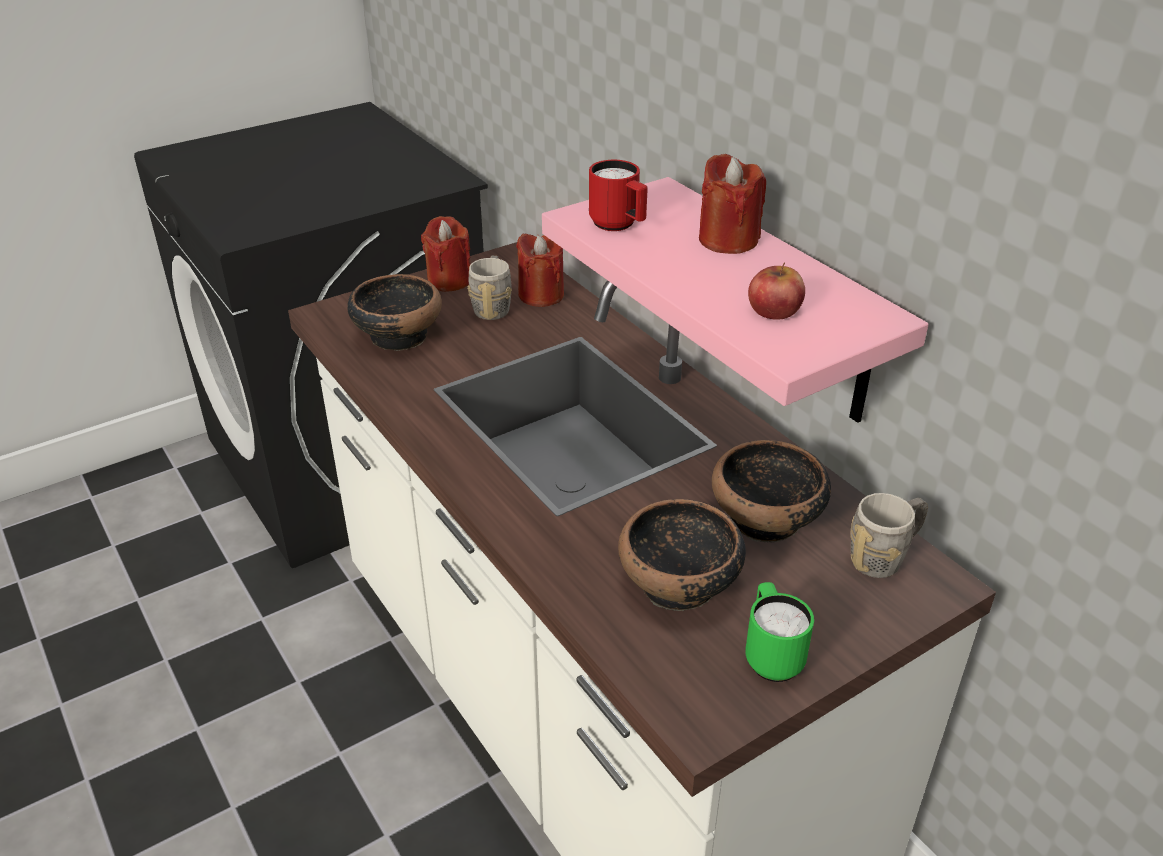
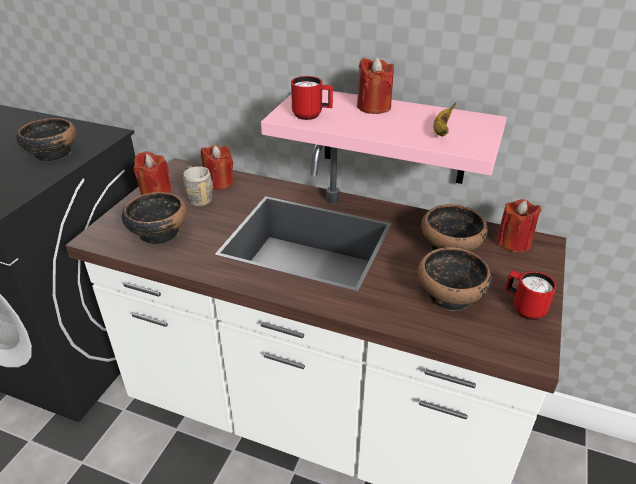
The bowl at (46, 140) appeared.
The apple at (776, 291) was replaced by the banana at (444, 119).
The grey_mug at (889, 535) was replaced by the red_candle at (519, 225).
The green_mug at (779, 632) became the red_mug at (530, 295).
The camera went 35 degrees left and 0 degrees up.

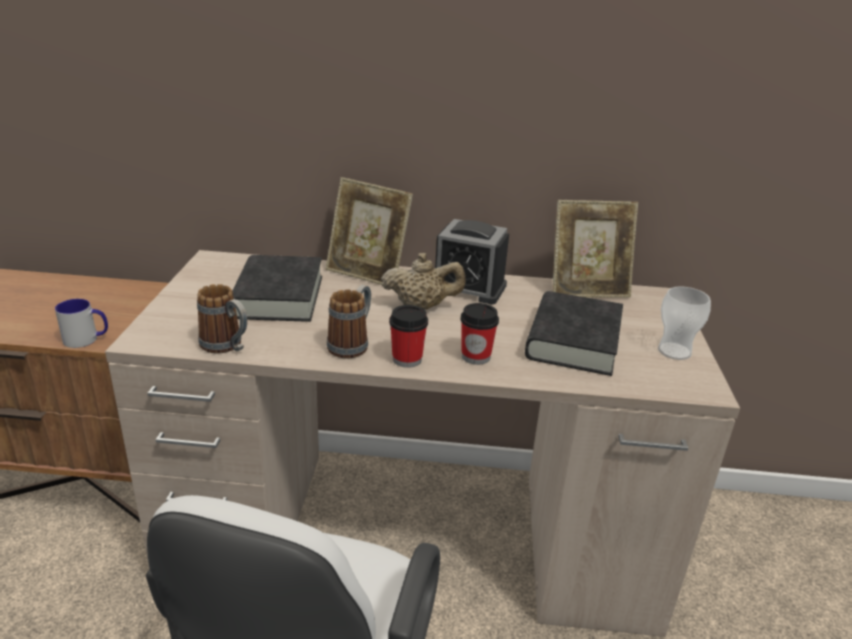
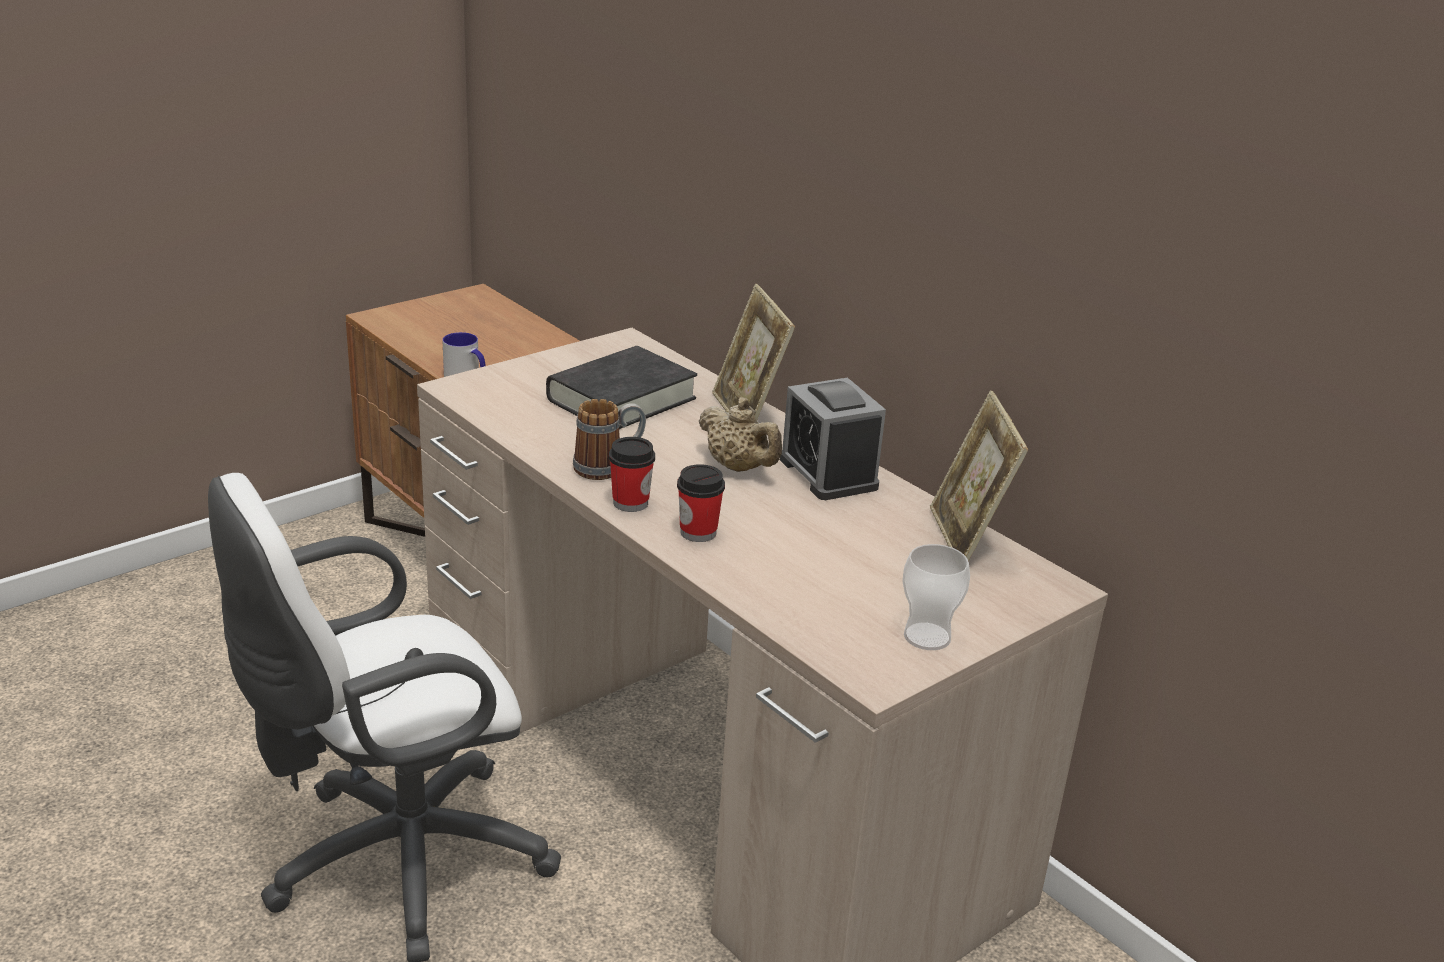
The picture_frame at (595, 249) turned 45 degrees clockwise.
The mug at (222, 318) disappeared.
The black_book at (574, 333) disappeared.
The camera went 45 degrees right and 0 degrees up.

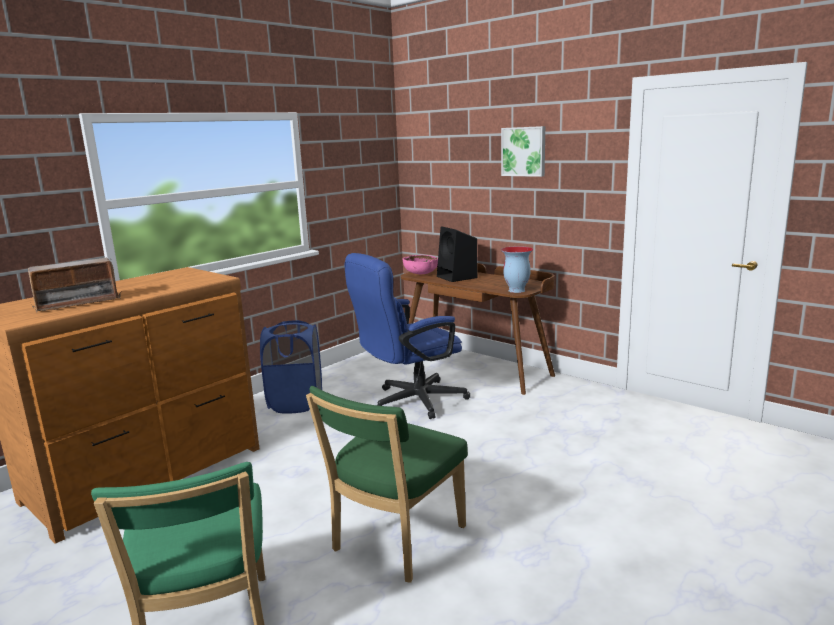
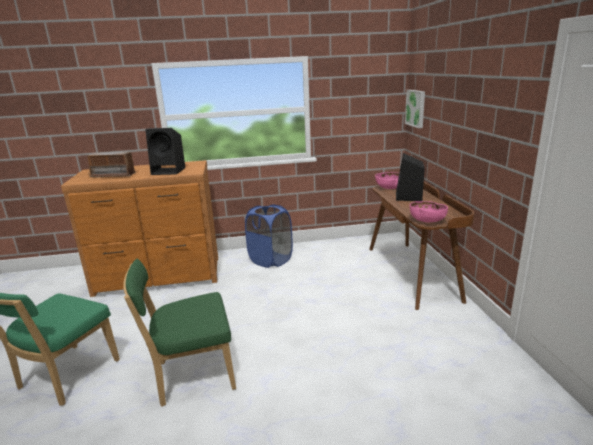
The black_speaker at (165, 151) appeared.
The picture moved from (523, 151) to (415, 109).
The vase at (517, 269) was replaced by the pink_bowl at (429, 211).
The blue_office_chair at (407, 336) disappeared.
The camera went 40 degrees right and 5 degrees up.

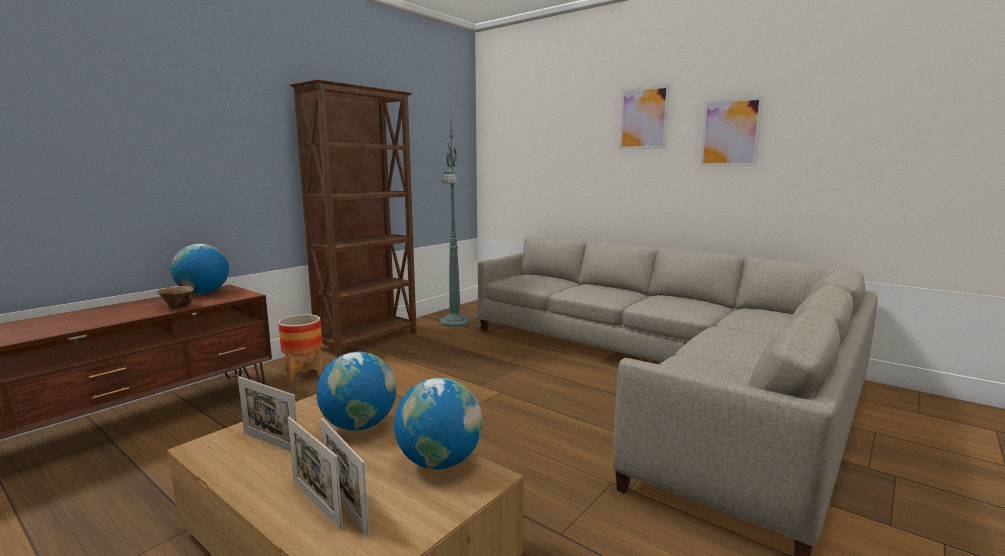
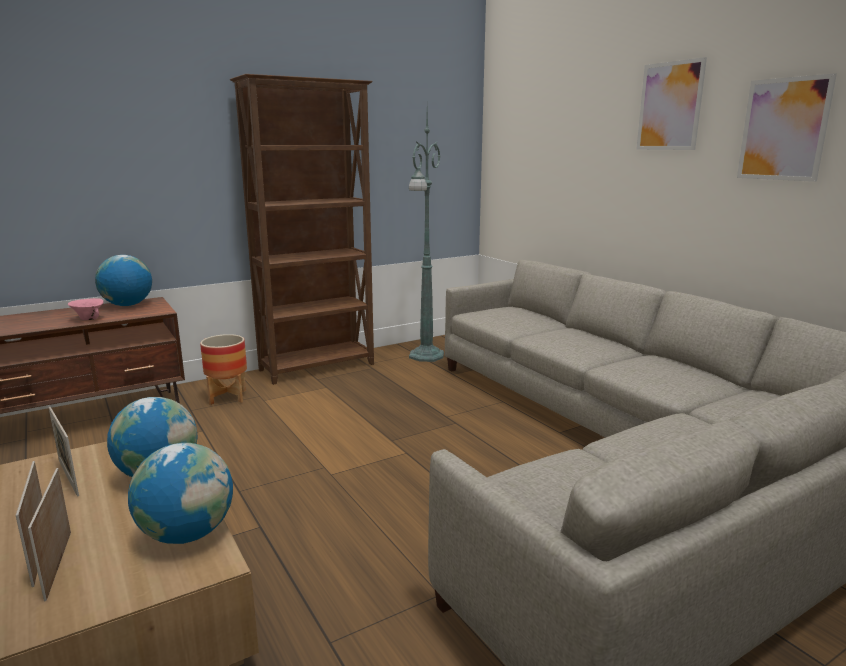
The brown_bowl at (175, 297) became the pink_bowl at (86, 309).
The camera went 20 degrees right and 5 degrees up.

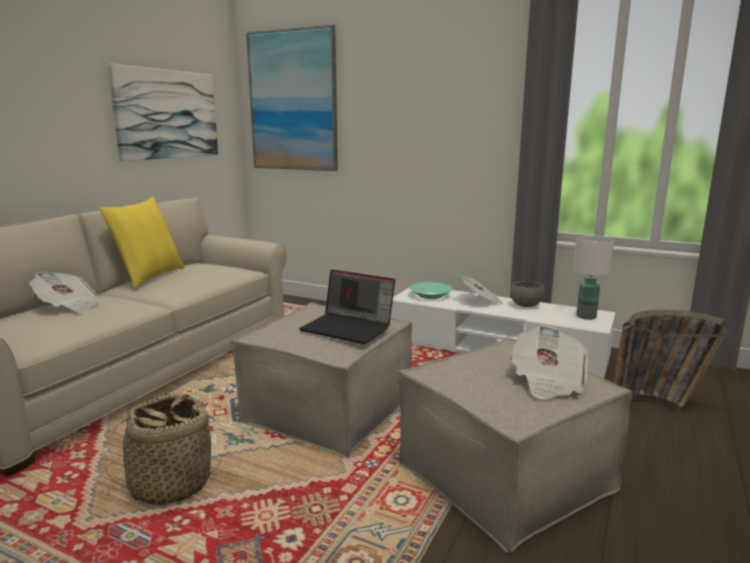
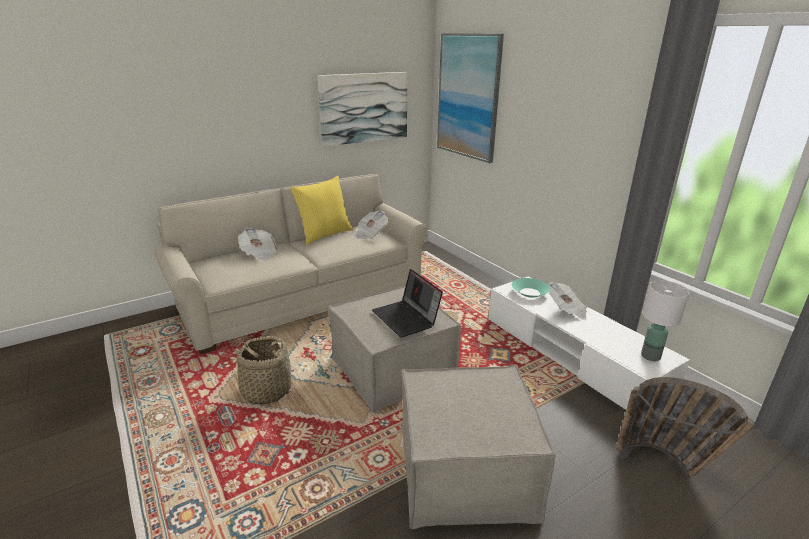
The newspaper moved from (549, 362) to (371, 225).
The grey_bowl at (527, 294) disappeared.
The camera went 30 degrees right and 10 degrees up.

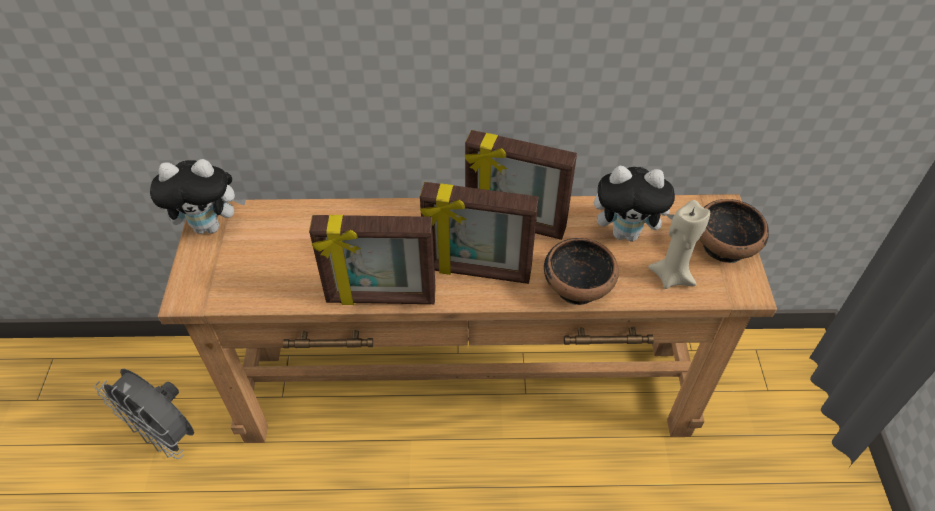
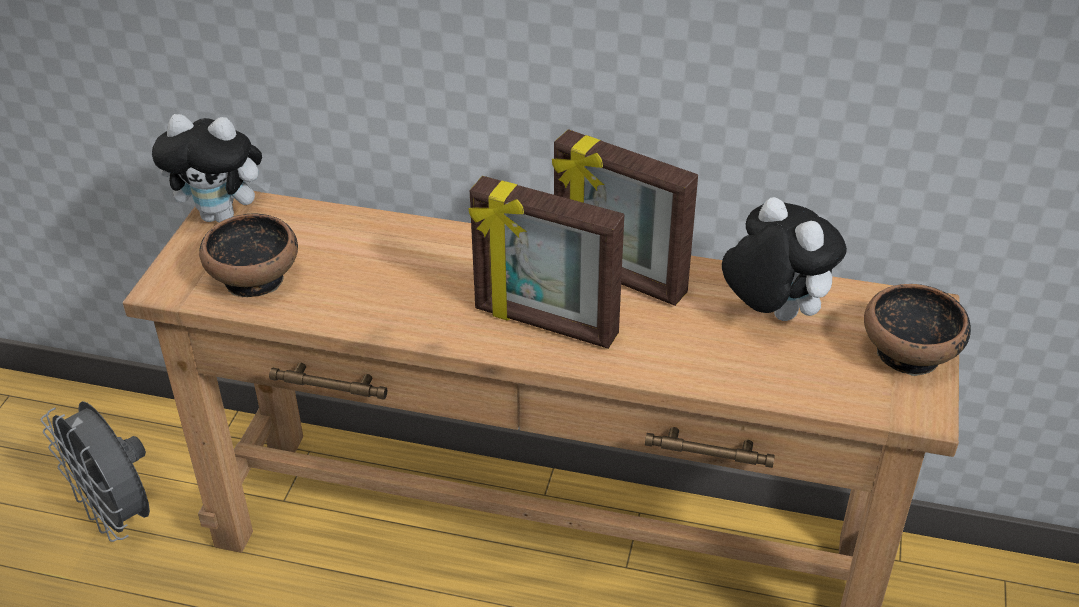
The bowl moved from (581, 271) to (248, 255).
The plush_toy at (634, 203) turned 150 degrees counterclockwise.
The picture_frame at (372, 260) disappeared.
The beige_candle at (679, 244) disappeared.
The camera went 15 degrees right and 10 degrees down.

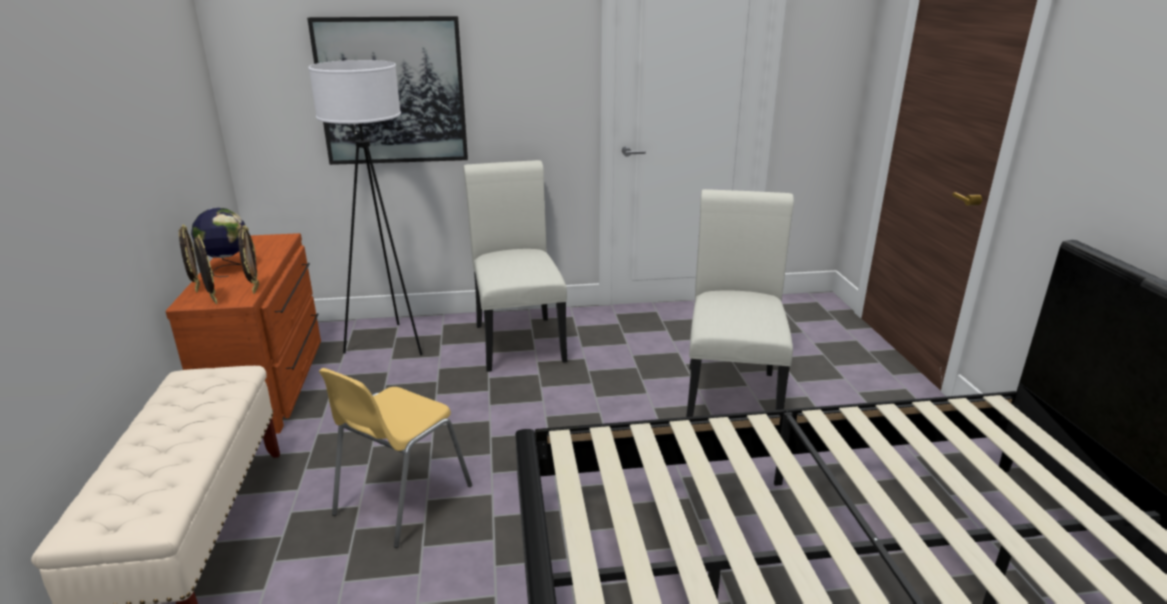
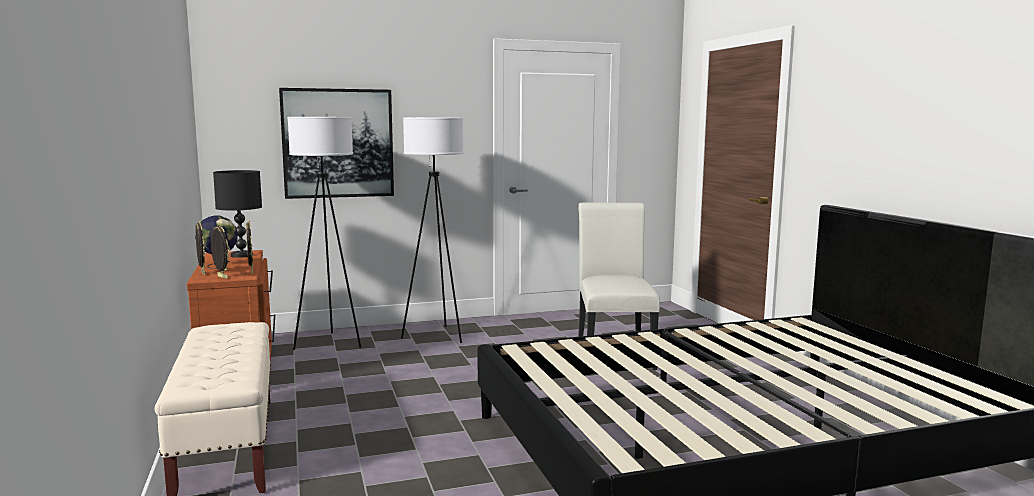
The black_table_lamp at (237, 214) appeared.
The white_chair at (515, 266) was replaced by the white_floor_lamp at (432, 230).
The yellow_chair at (395, 458) disappeared.
The camera went 10 degrees left and 15 degrees down.

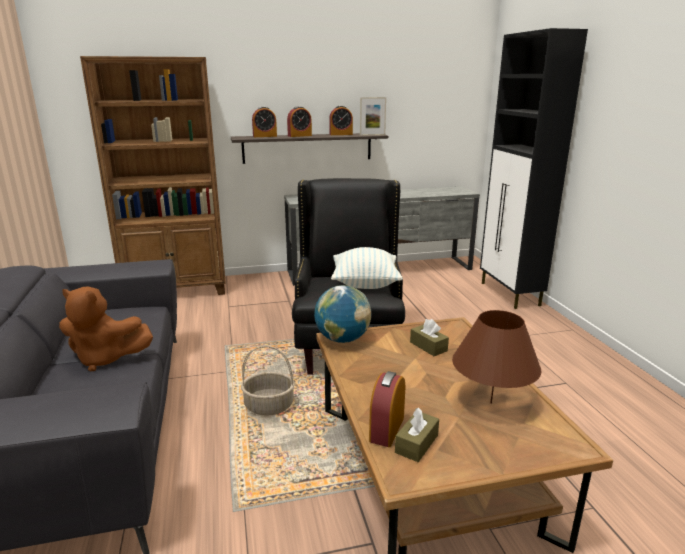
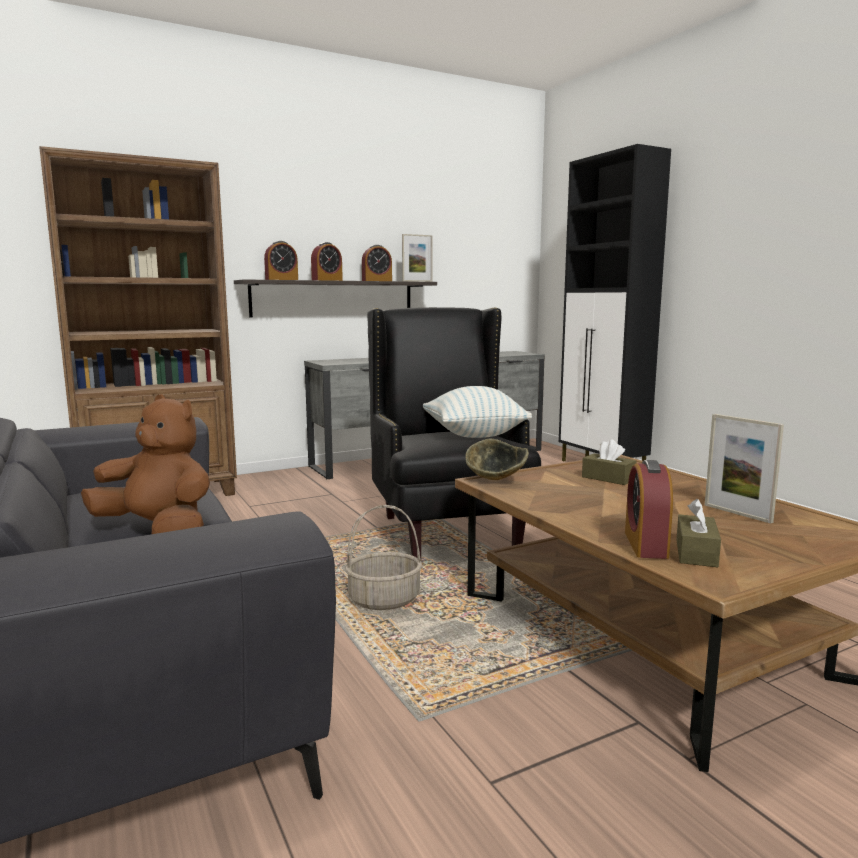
The brown_plush_toy at (106, 329) turned 150 degrees counterclockwise.
The globe at (342, 314) was replaced by the bowl at (497, 459).
The brown_table_lamp at (497, 357) was replaced by the picture_frame at (744, 469).
The camera went 15 degrees left and 10 degrees down.

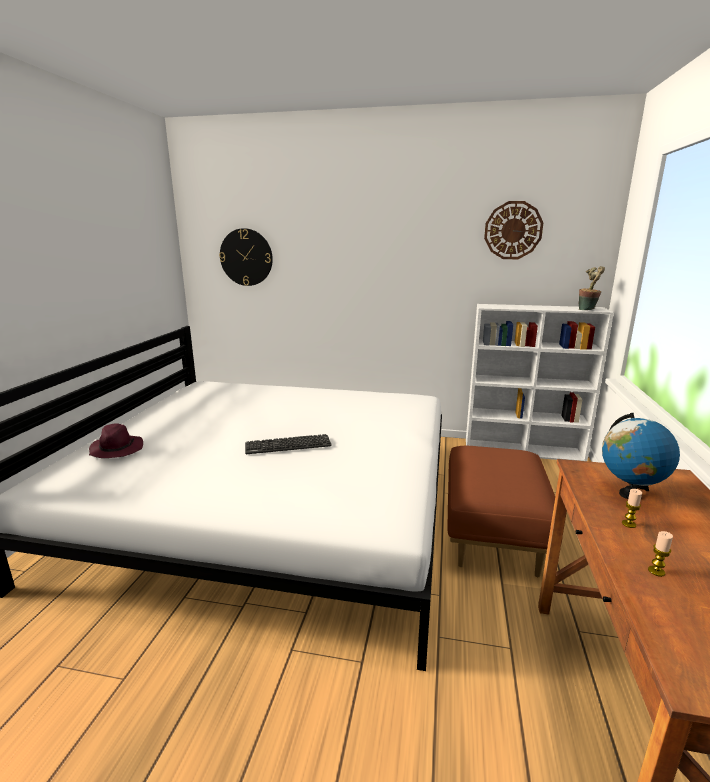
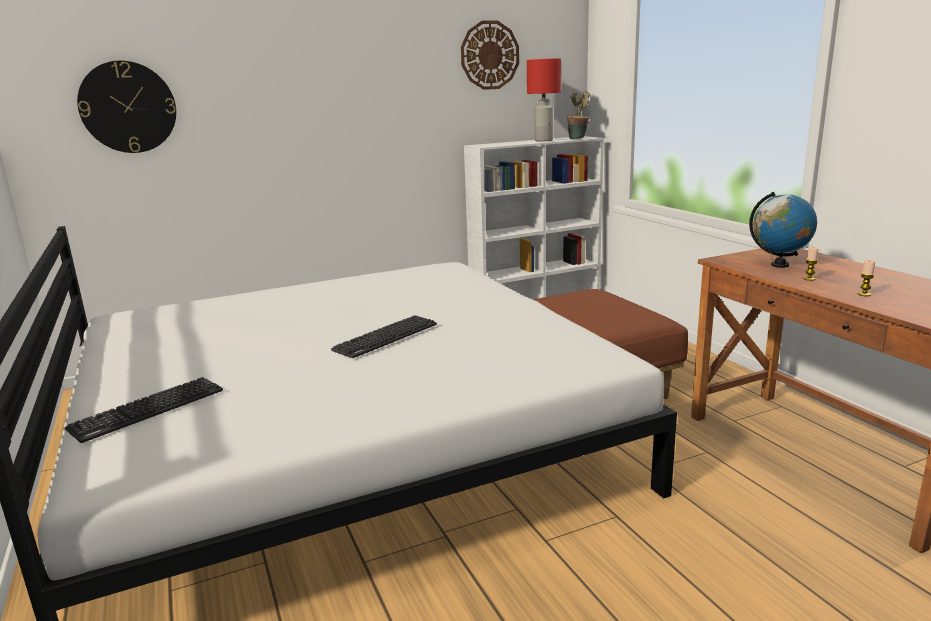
The purple_hat at (116, 440) was replaced by the keyboard at (144, 410).
The red_table_lamp at (544, 99) appeared.
The camera went 35 degrees left and 0 degrees up.

